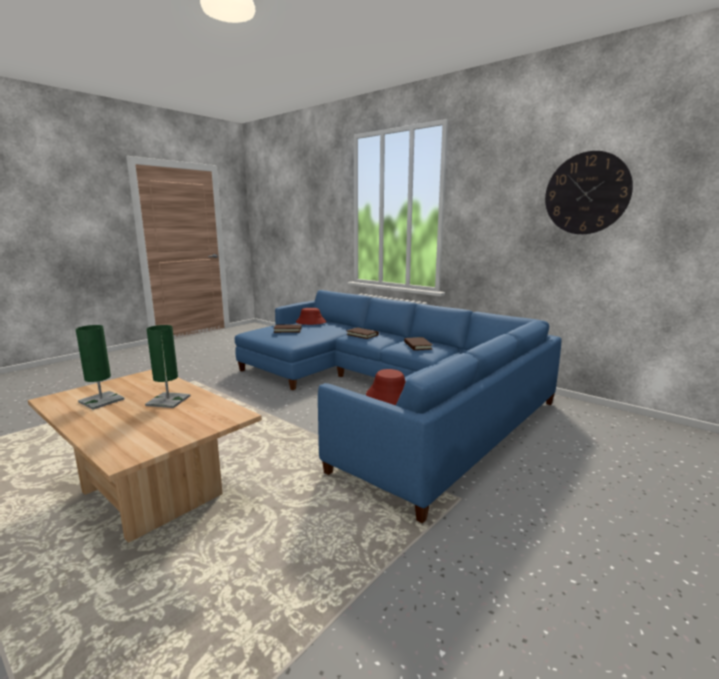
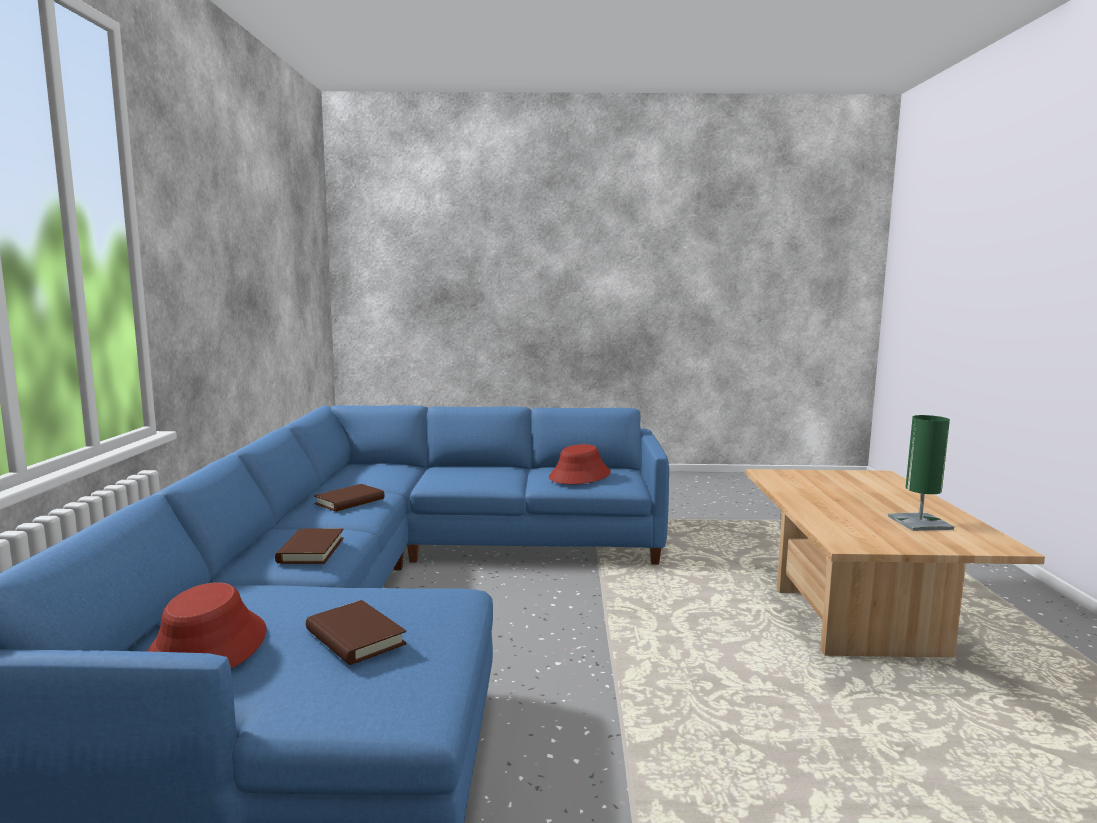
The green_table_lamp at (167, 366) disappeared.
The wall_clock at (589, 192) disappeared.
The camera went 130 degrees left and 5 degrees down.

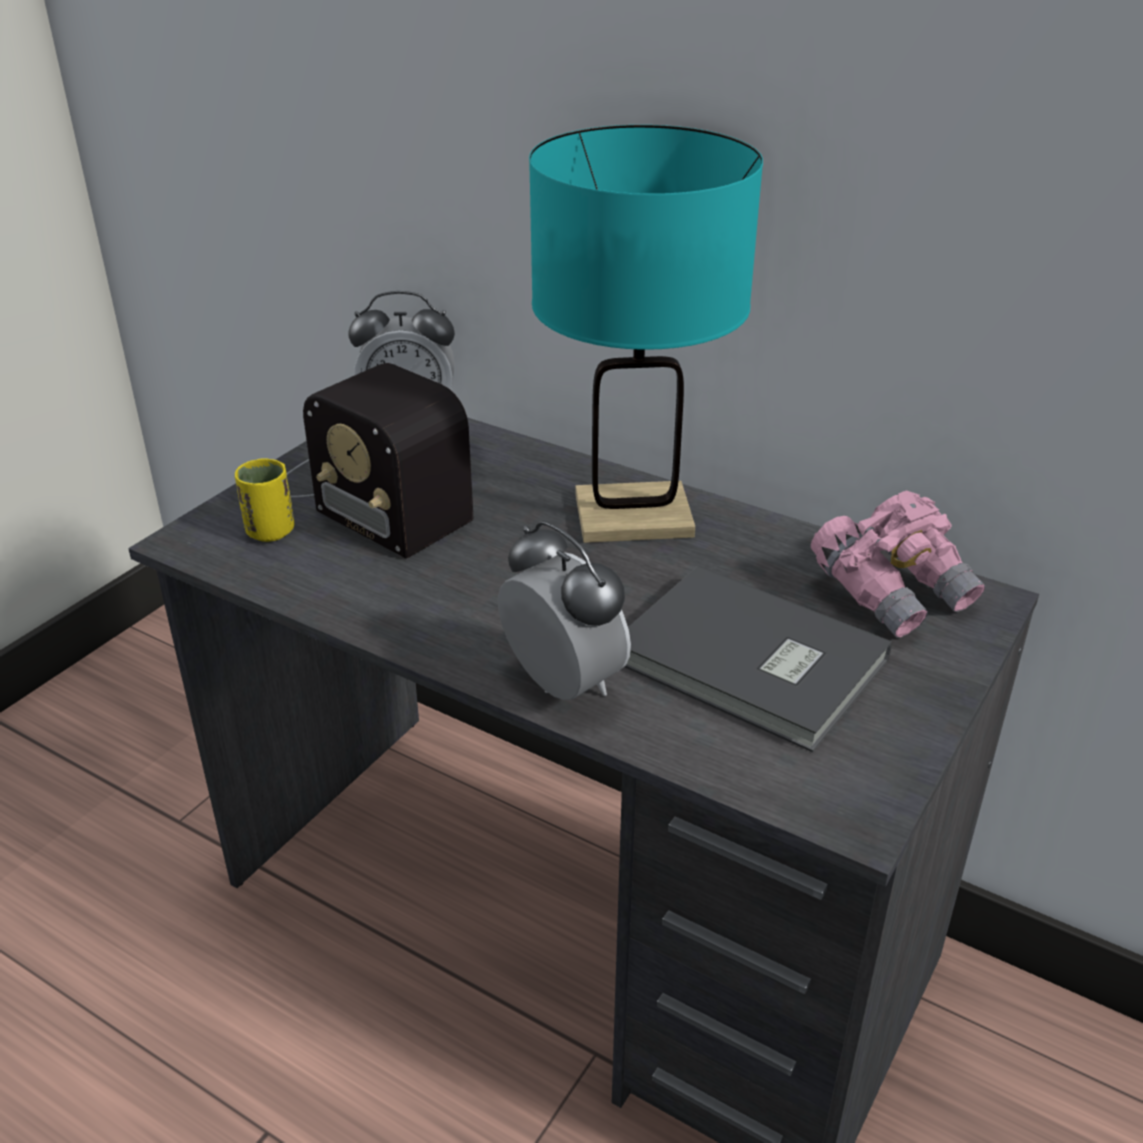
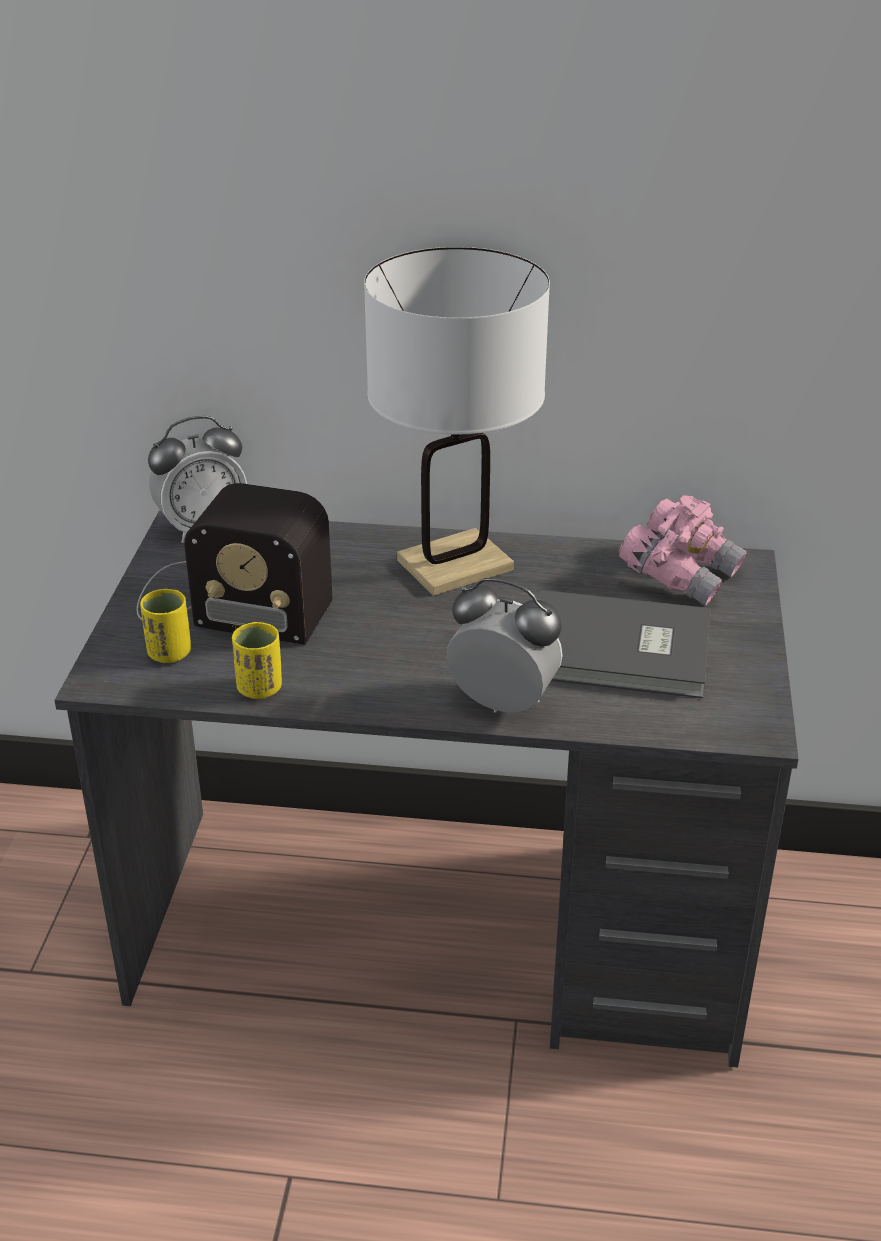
The yellow_cup at (257, 660) appeared.
The turquoise_table_lamp at (646, 334) became the white_table_lamp at (457, 421).
The camera went 25 degrees left and 0 degrees up.

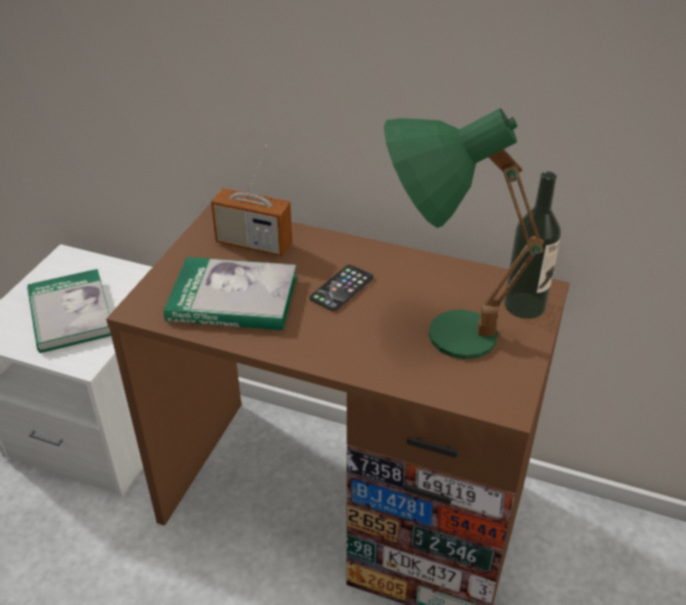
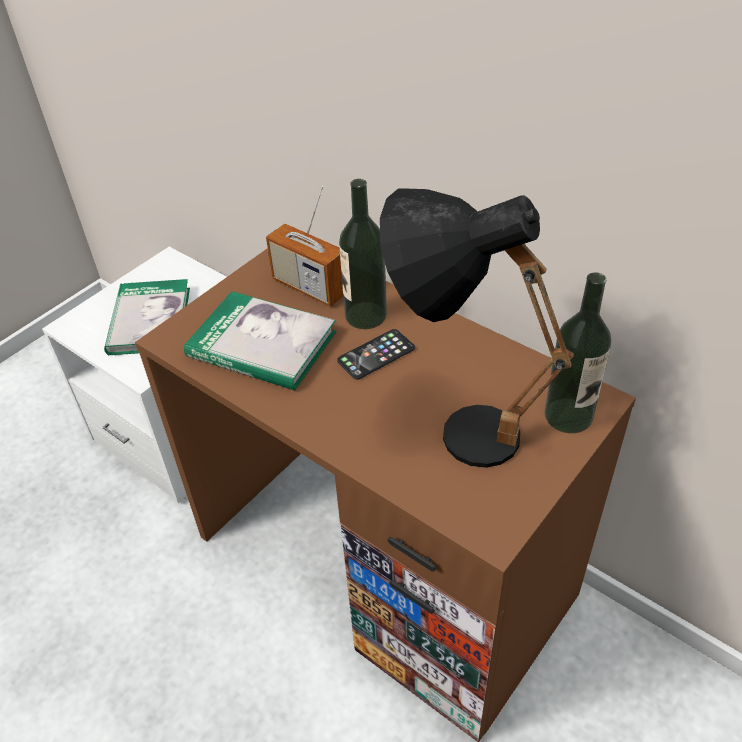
The bottle at (363, 254) appeared.
The green_table_lamp at (464, 233) became the black_table_lamp at (477, 328).
The camera went 20 degrees right and 5 degrees up.

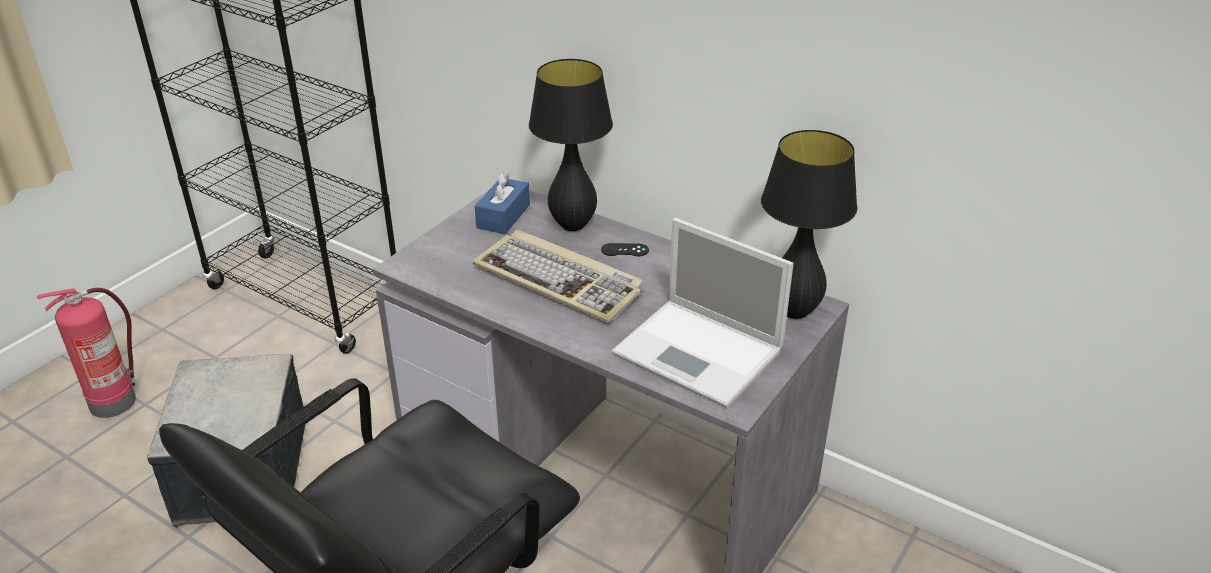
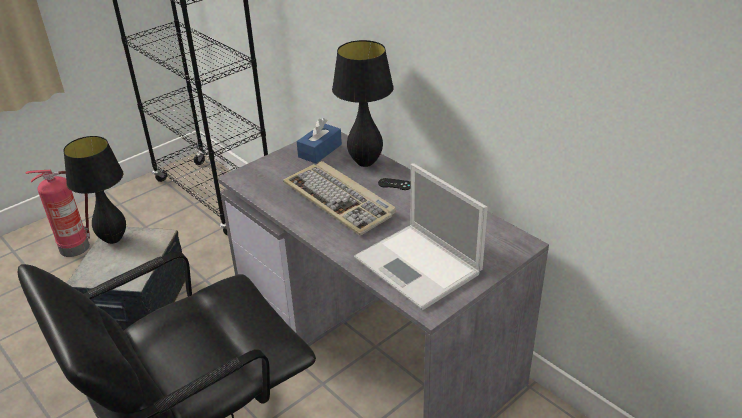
The black_table_lamp moved from (809, 224) to (94, 190).
The camera went 15 degrees right and 0 degrees up.

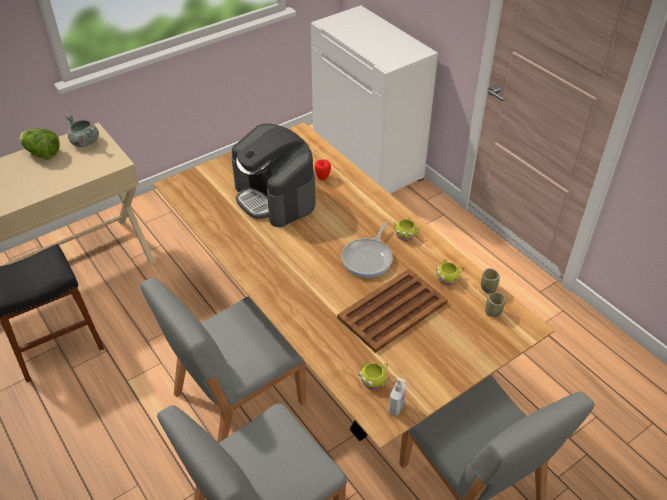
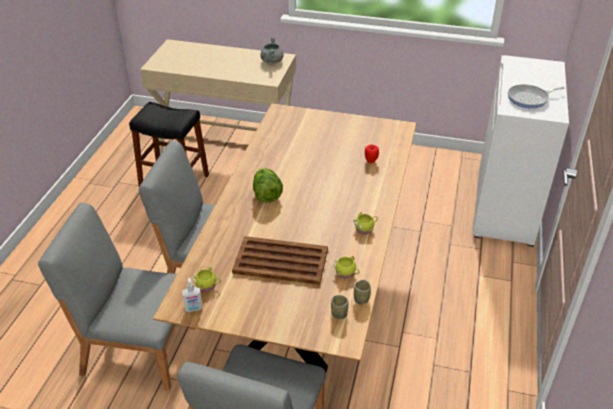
The lettuce moved from (39, 144) to (268, 185).
The frying_pan moved from (367, 250) to (536, 96).
The coffee_machine at (274, 175) disappeared.
The camera went 50 degrees right and 5 degrees down.

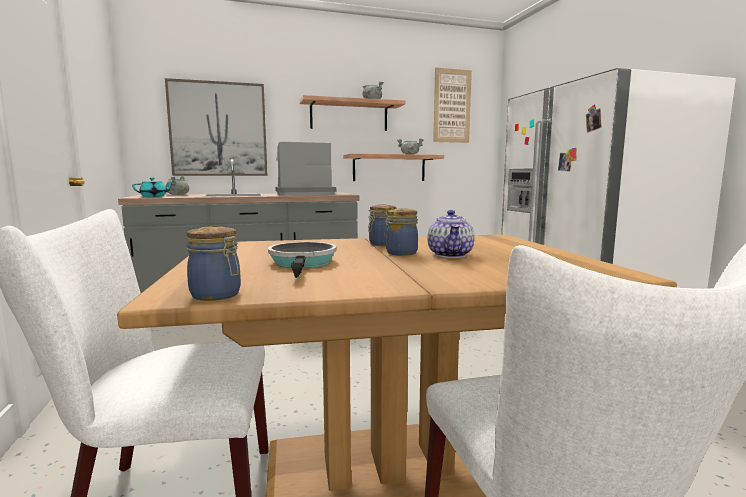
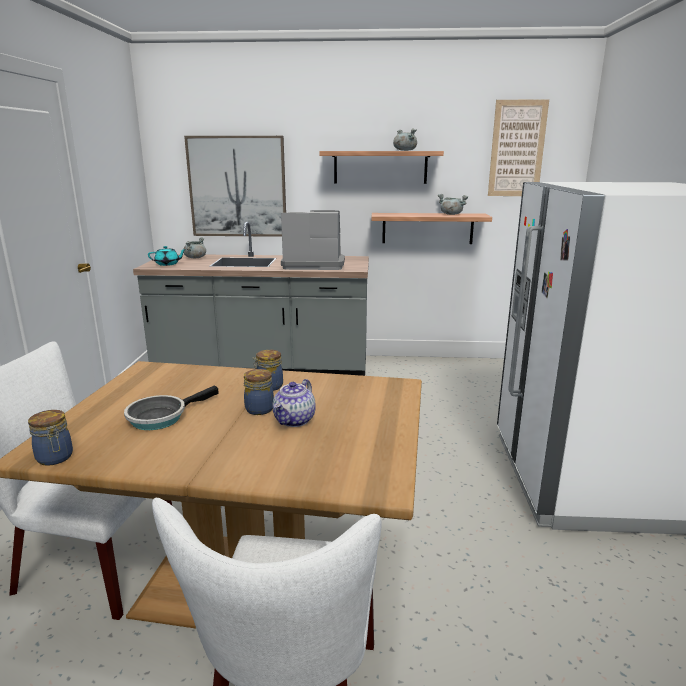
The frying_pan at (302, 260) turned 150 degrees counterclockwise.
The camera went 20 degrees right and 10 degrees up.

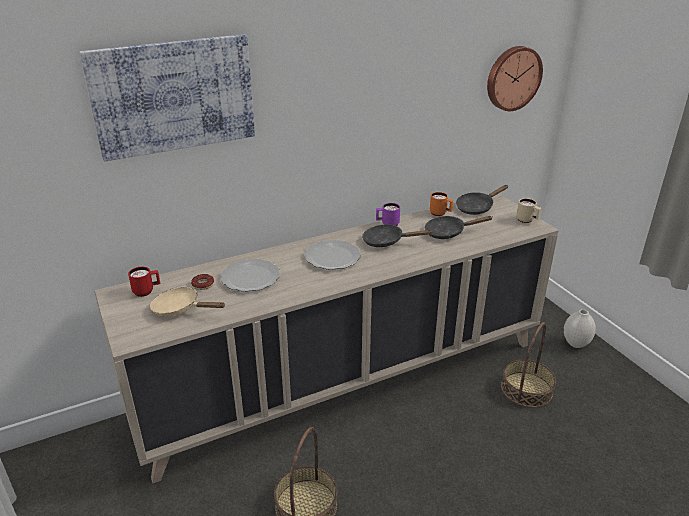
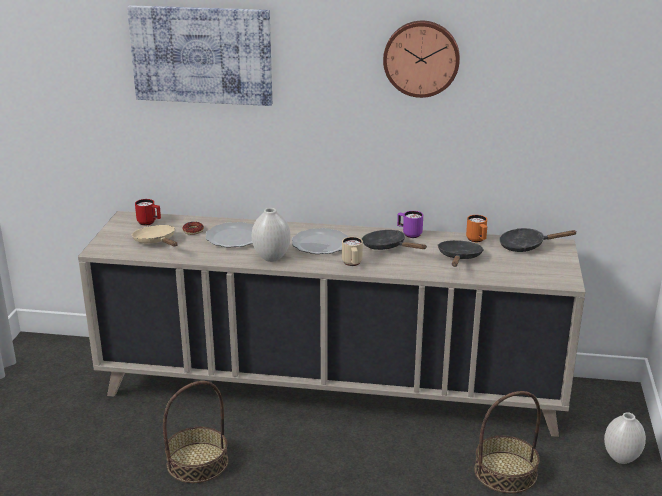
The white_vase at (271, 235) appeared.
The beige_mug moved from (528, 210) to (352, 251).
The wall_clock moved from (515, 78) to (421, 59).
The black_frying_pan at (458, 227) turned 75 degrees clockwise.
The camera went 35 degrees right and 5 degrees down.

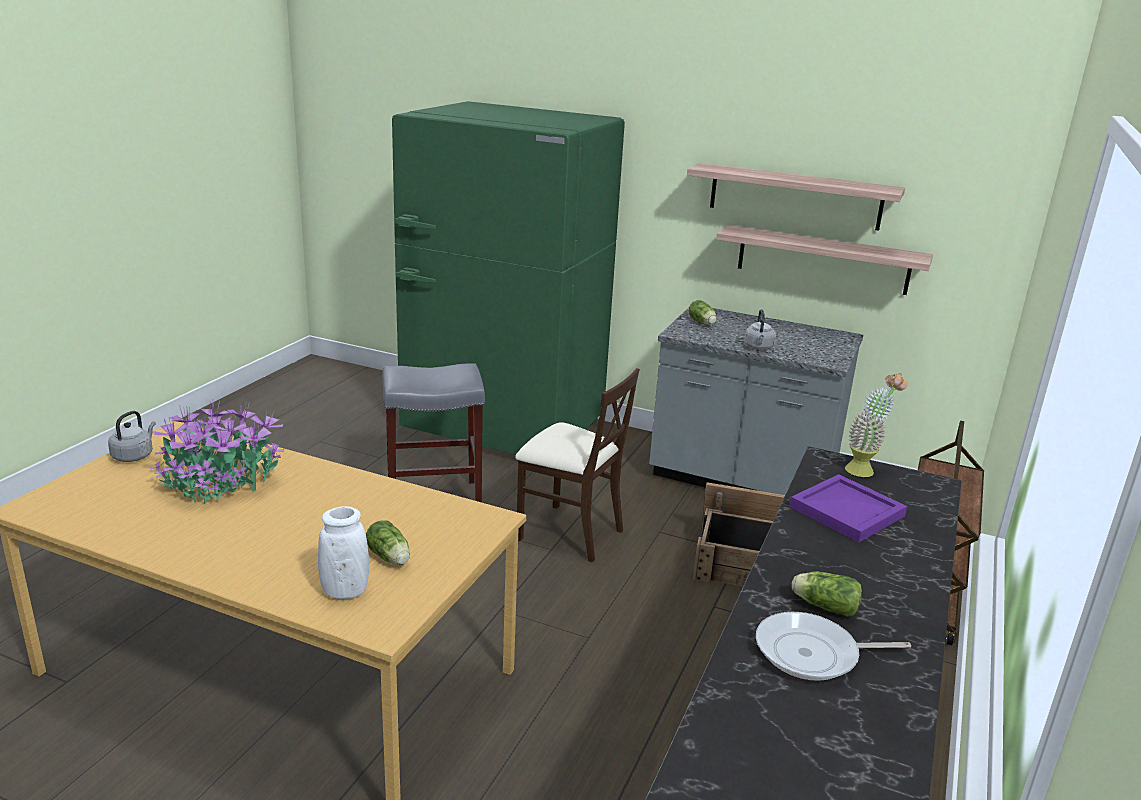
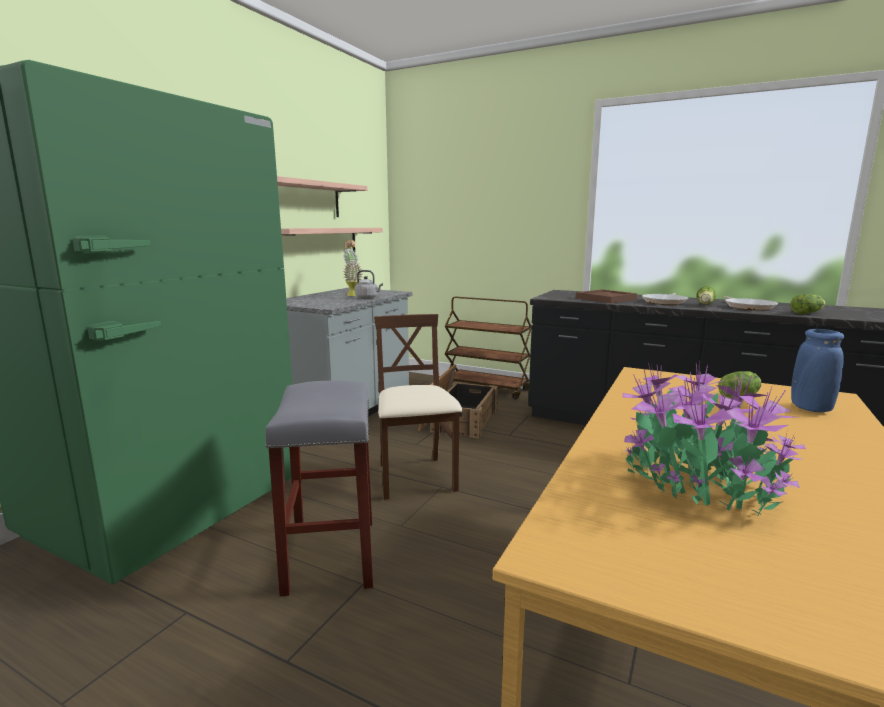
The potted_plant moved from (876, 425) to (352, 268).
The beige_chair at (577, 465) turned 45 degrees counterclockwise.
The purple_tray at (848, 508) became the brown_tray at (606, 296).
The frying_pan at (665, 299) appeared.
The lettuce moved from (703, 312) to (807, 304).
The white_vase at (343, 552) became the blue_vase at (817, 370).
The grey_kettle at (132, 436) disappeared.
The camera went 85 degrees left and 10 degrees down.

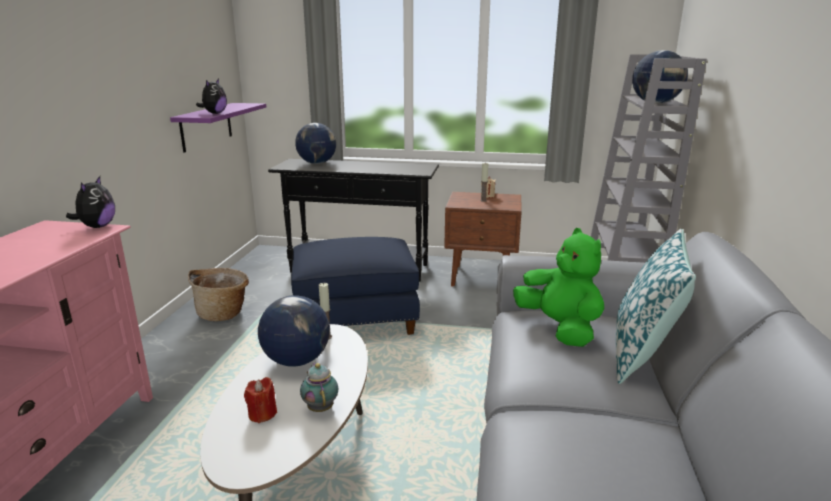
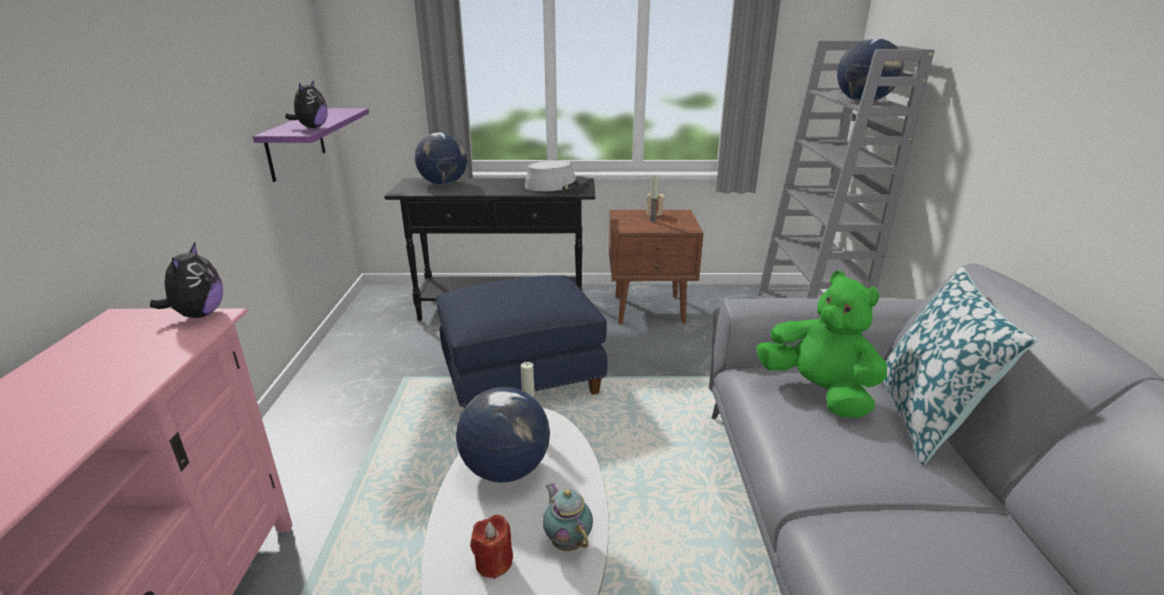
The grey_hat at (556, 175) appeared.
The basket at (218, 294) disappeared.
The camera went 10 degrees left and 5 degrees up.

